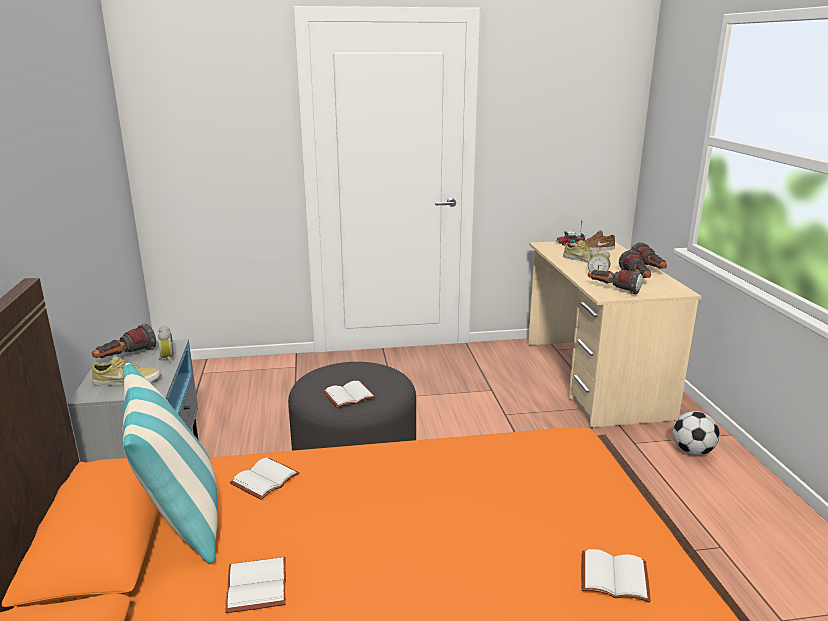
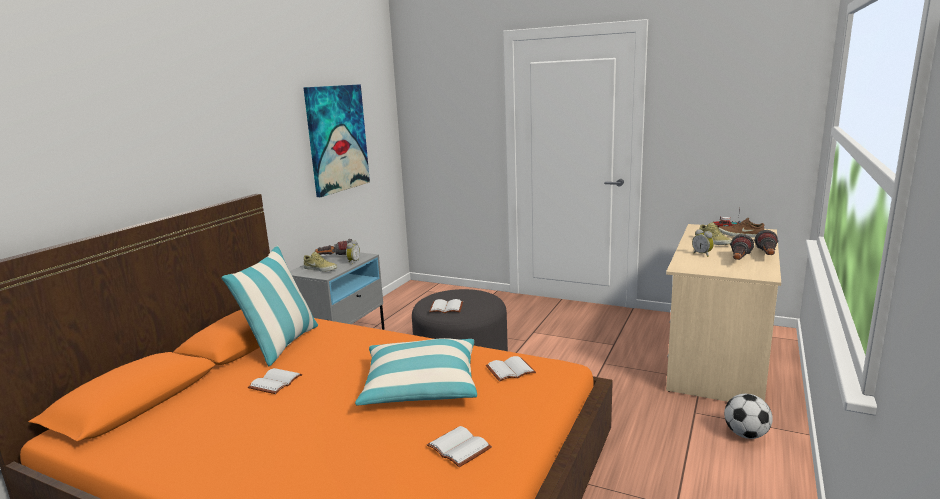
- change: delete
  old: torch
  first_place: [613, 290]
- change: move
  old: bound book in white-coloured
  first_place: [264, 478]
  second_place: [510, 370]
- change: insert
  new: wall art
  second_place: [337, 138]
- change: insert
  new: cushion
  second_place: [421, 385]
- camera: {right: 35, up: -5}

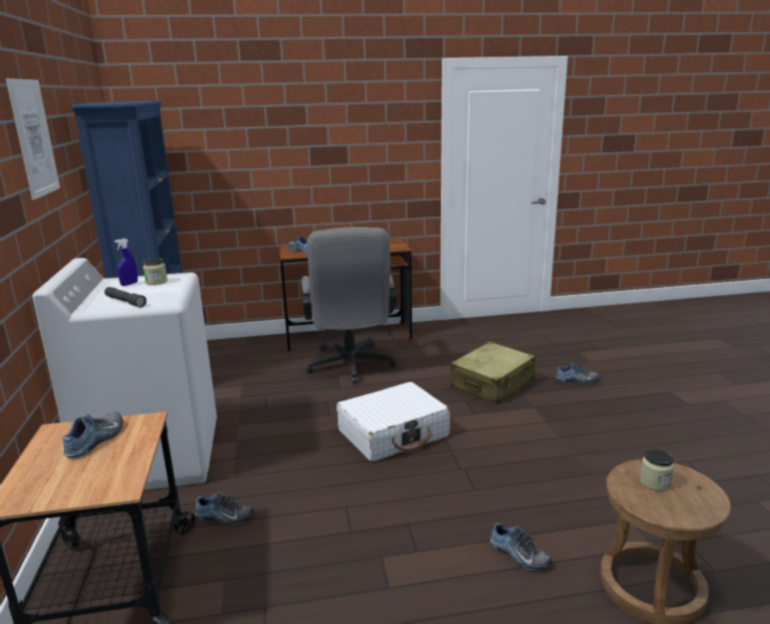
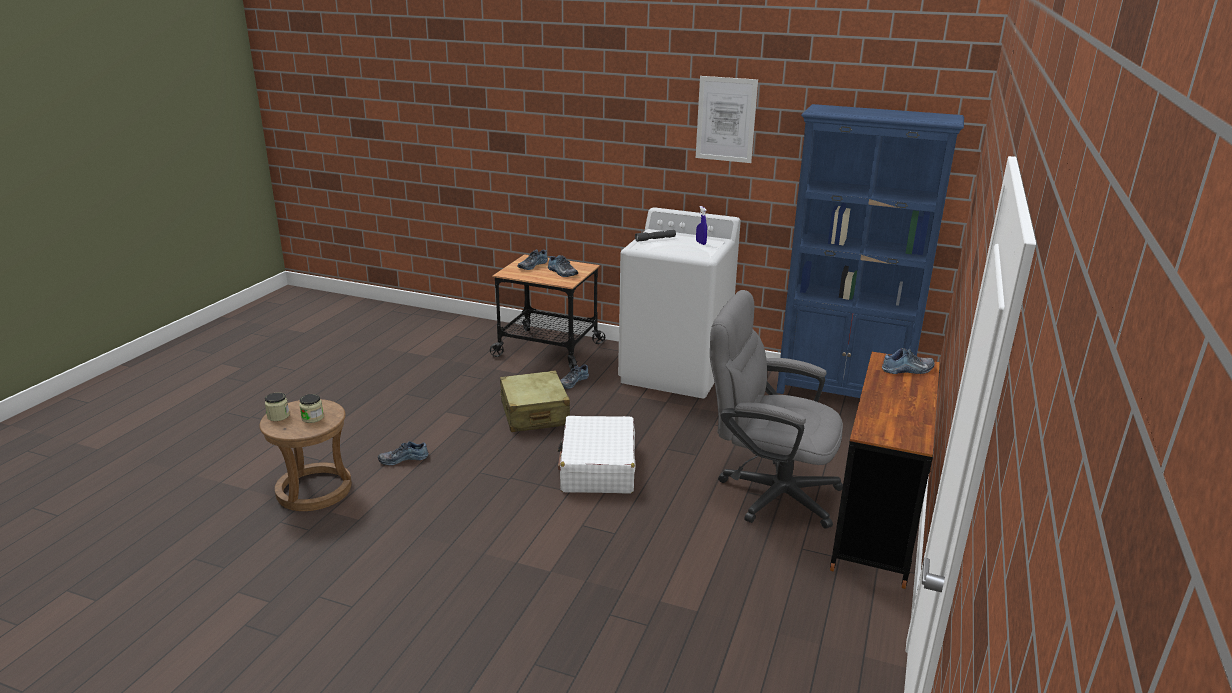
- change: move
  old: preserve jar
  first_place: [156, 282]
  second_place: [278, 416]
- change: move
  old: piece of luggage in sand-coloured
  first_place: [492, 384]
  second_place: [534, 414]
- change: move
  old: low shoe
  first_place: [577, 380]
  second_place: [532, 265]
- camera: {right: 120, up: 5}

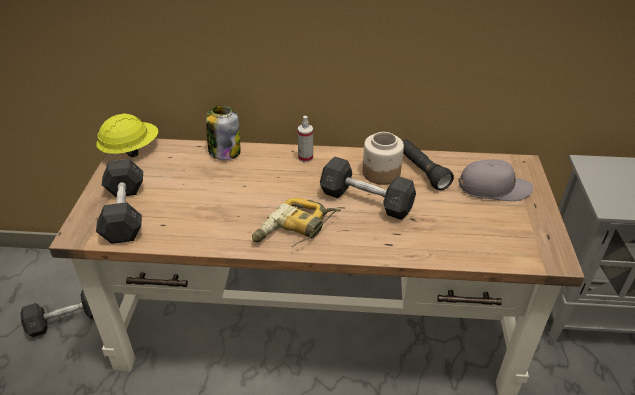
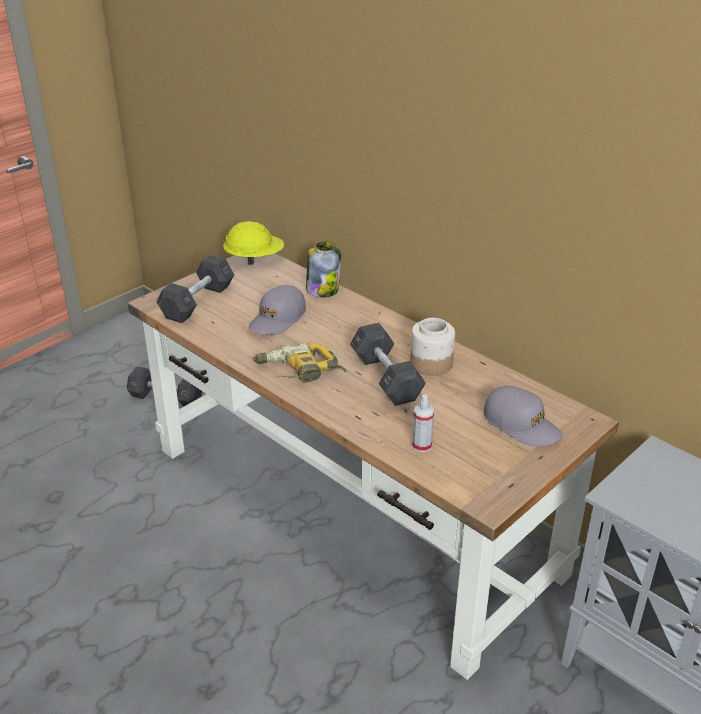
- change: move
  old: sprayer
  first_place: [305, 158]
  second_place: [422, 446]
- change: delete
  old: torch in black
  first_place: [422, 171]
- change: insert
  new: cap in greyish
  second_place: [278, 319]
- camera: {right: 40, up: -5}

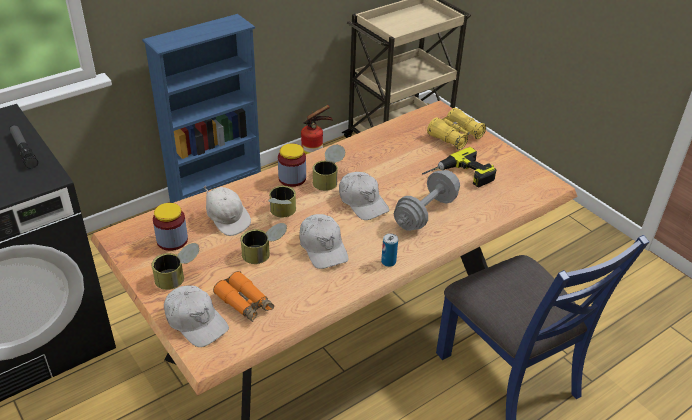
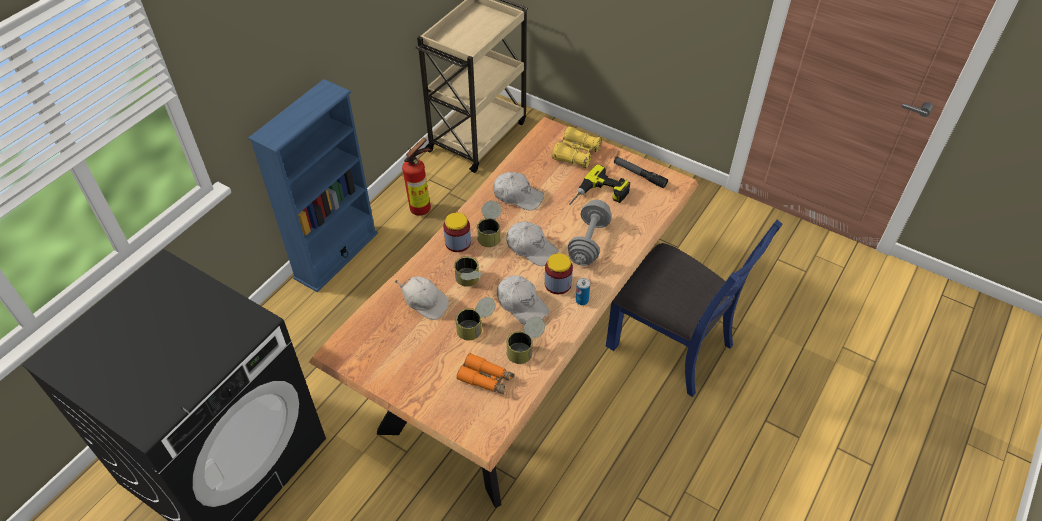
- change: move
  old: torch
  first_place: [23, 150]
  second_place: [639, 175]
- change: move
  old: preserve jar
  first_place: [172, 240]
  second_place: [558, 284]
- change: move
  old: sealed can
  first_place: [178, 277]
  second_place: [525, 348]
- change: move
  old: cap in white-coloured
  first_place: [196, 321]
  second_place: [518, 196]
- camera: {right: -20, up: 10}

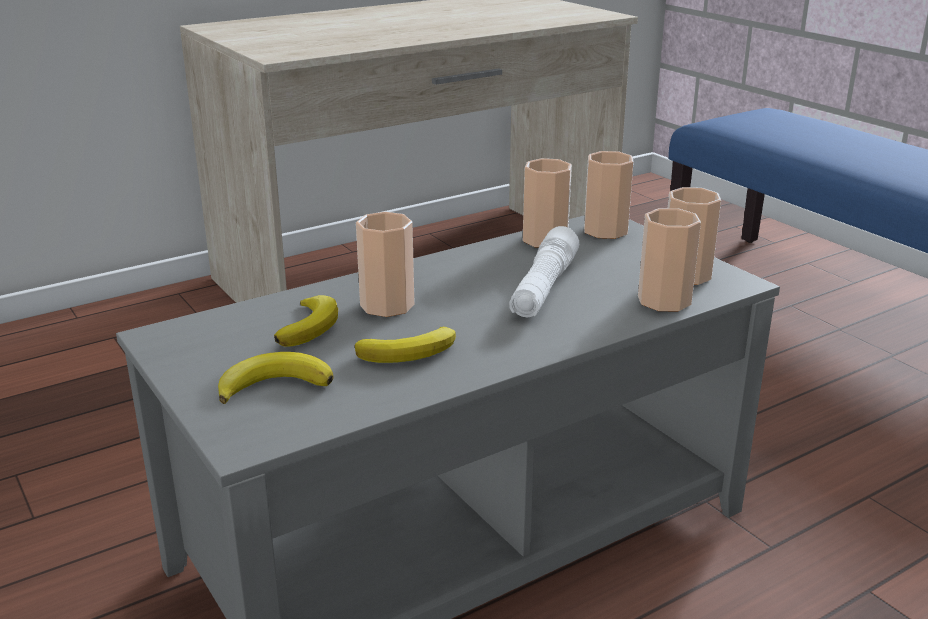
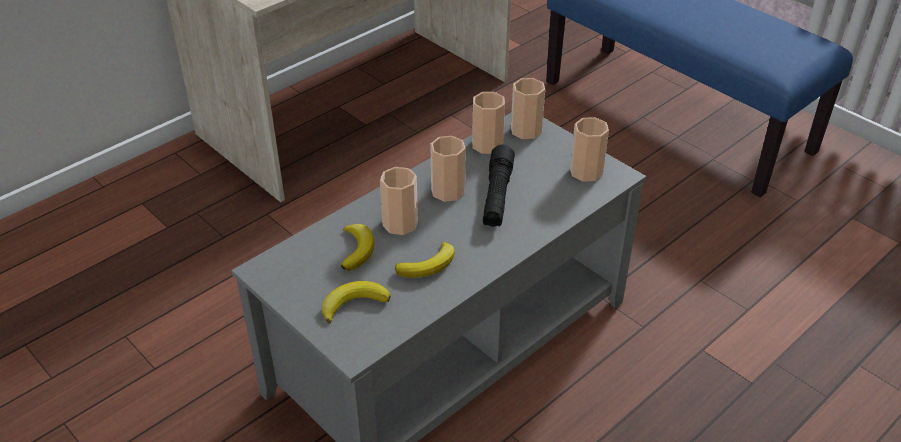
- change: move
  old: cup
  first_place: [664, 300]
  second_place: [448, 191]
- change: recolor
  old: torch in white-coloured
  new: torch in black
  first_place: [543, 288]
  second_place: [497, 195]
- camera: {right: -10, up: 15}

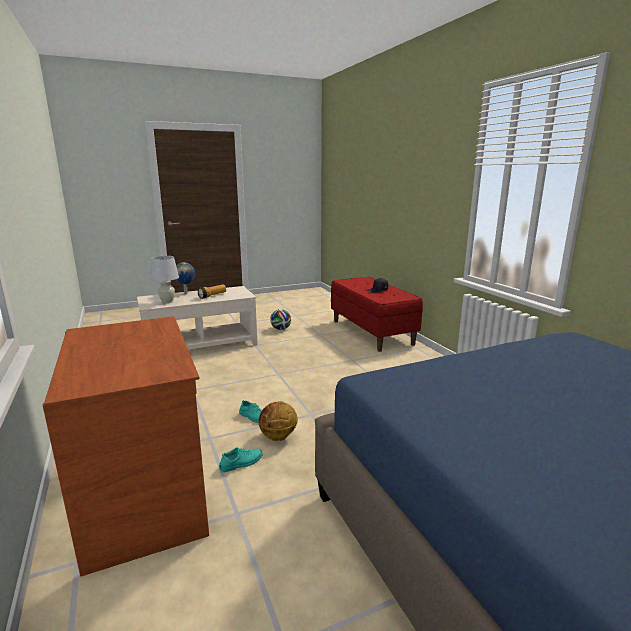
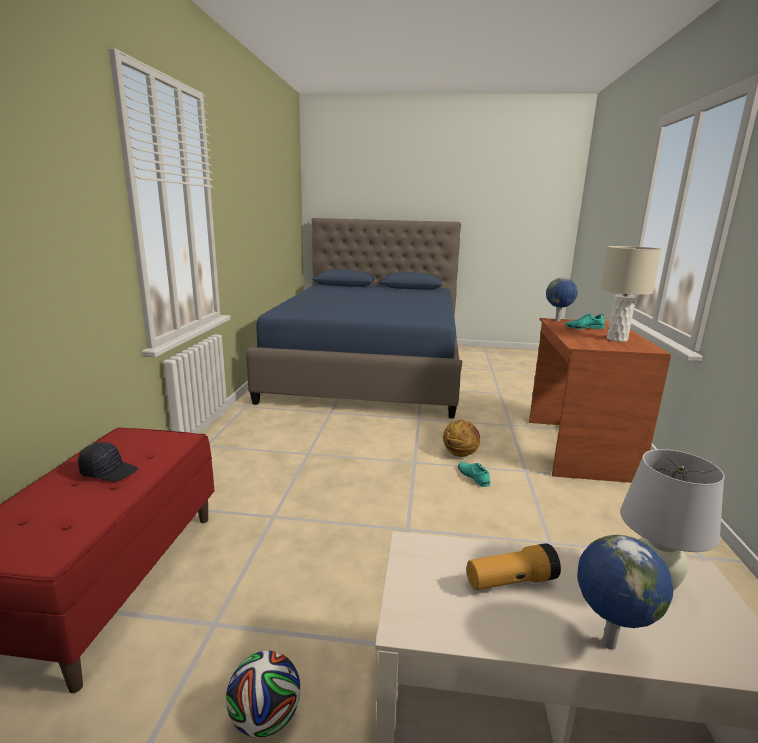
- change: move
  old: low shoe in turquoise-coloured
  first_place: [241, 463]
  second_place: [584, 328]
- change: insert
  new: lamp for a table in sand-coloured
  second_place: [617, 339]
- change: insert
  new: globe
  second_place: [558, 321]
- camera: {right: -150, up: 0}

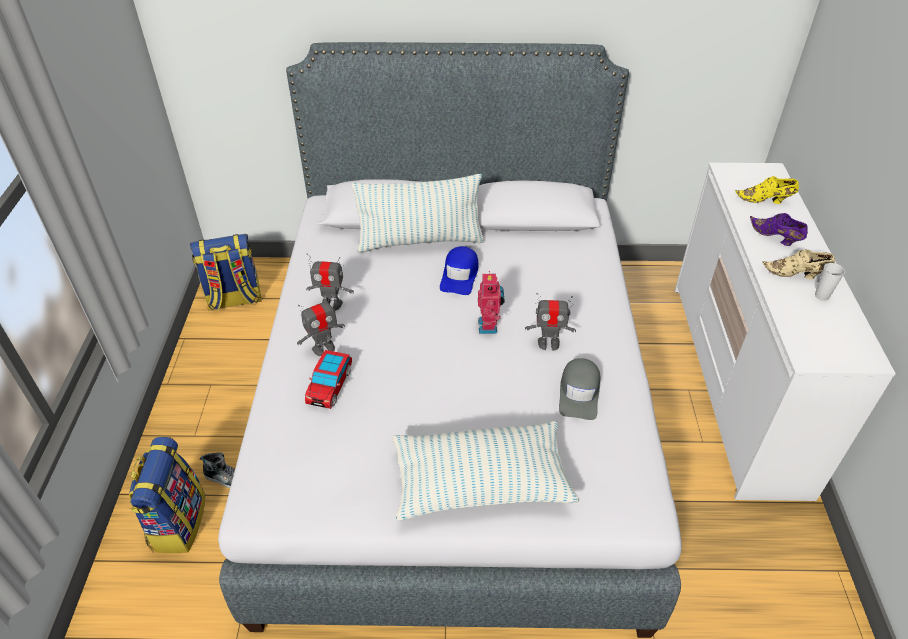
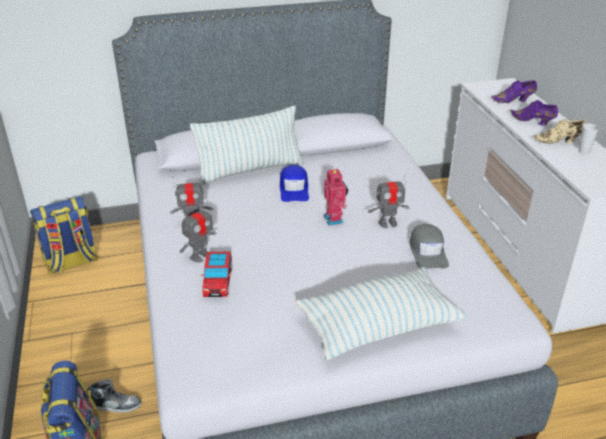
- change: recolor
  old: low shoe in yellow
  new: low shoe in purplish
  first_place: [765, 200]
  second_place: [514, 101]
- camera: {right: -15, up: -10}

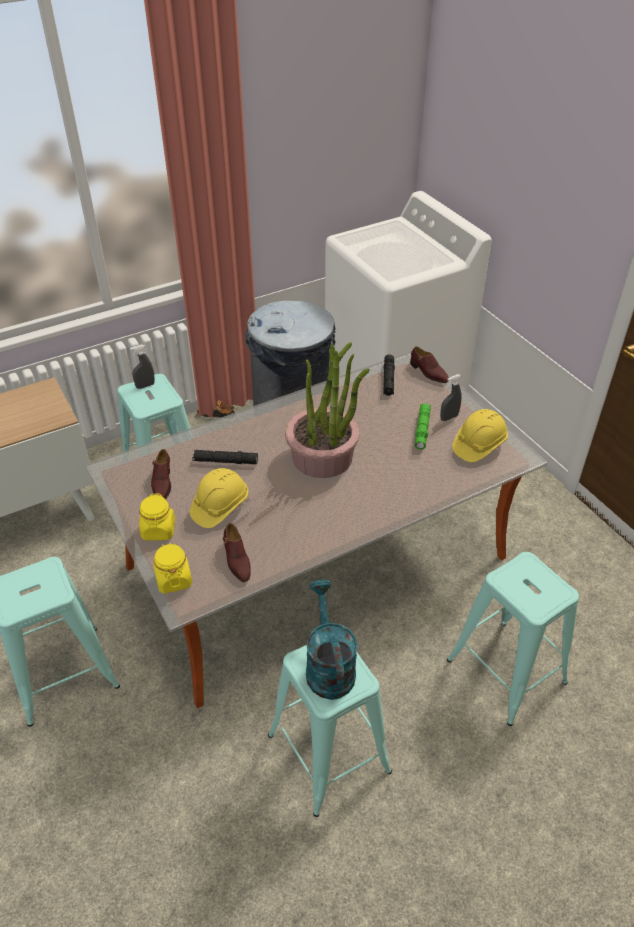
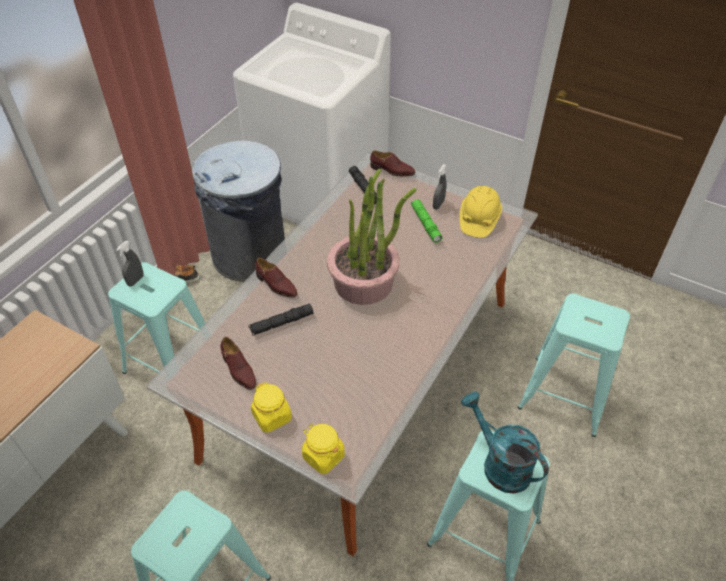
- change: delete
  old: work helmet in yellow
  first_place: [219, 506]
- change: move
  old: low shoe in brown
  first_place: [236, 560]
  second_place: [276, 285]
- camera: {right: -30, up: 5}

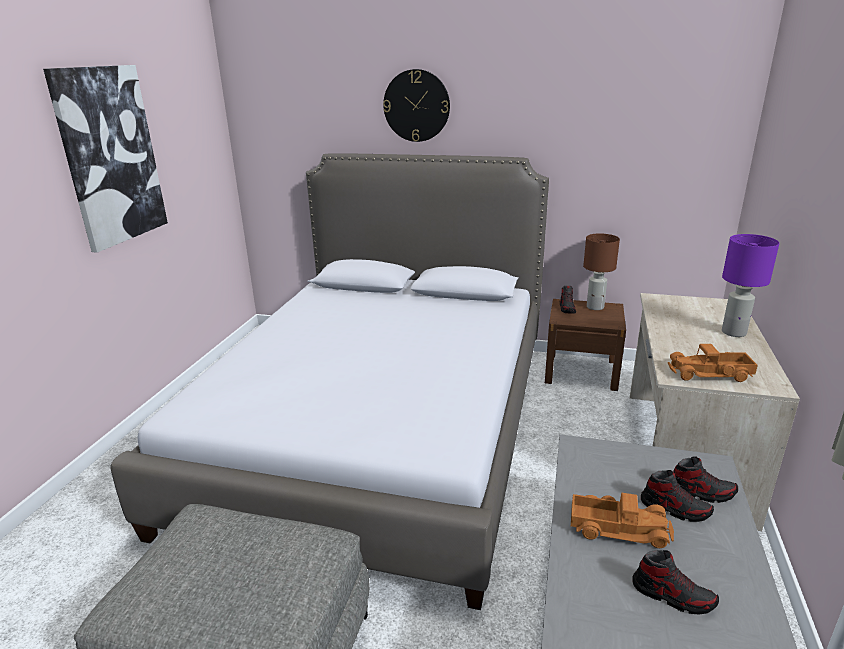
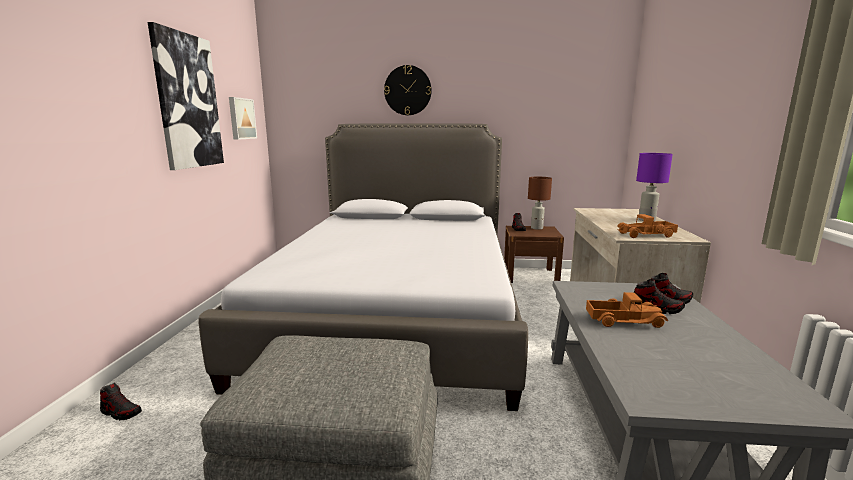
- change: move
  old: low shoe
  first_place: [672, 595]
  second_place: [121, 412]
- change: insert
  new: wall art
  second_place: [241, 118]
- camera: {right: -10, up: -10}

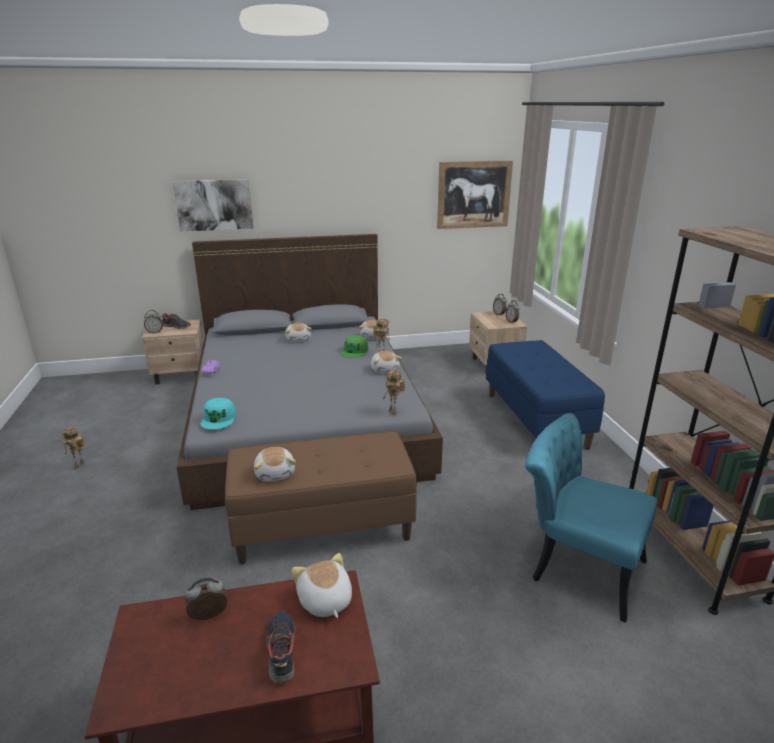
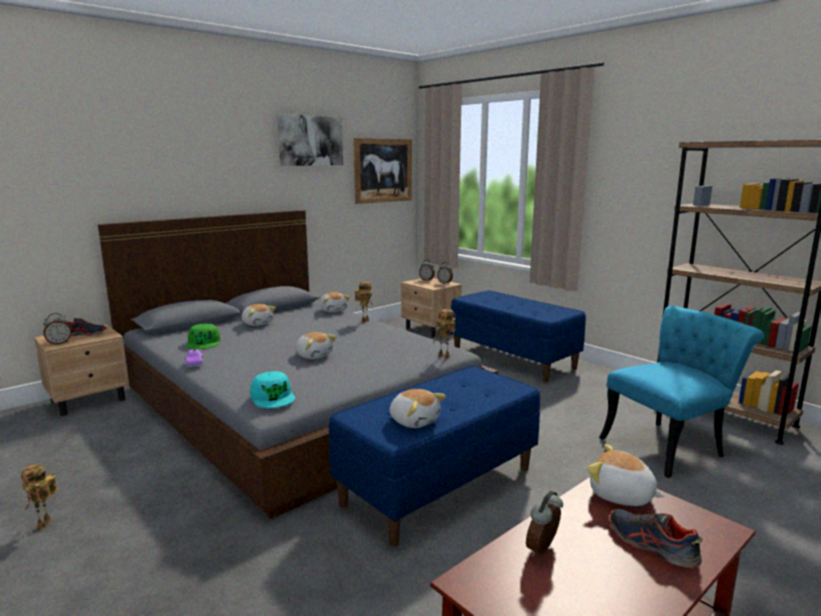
- change: move
  old: wall art
  first_place: [214, 205]
  second_place: [310, 140]
- change: move
  old: cap in green
  first_place: [355, 351]
  second_place: [204, 342]
- change: move
  old: cuddly toy
  first_place: [385, 369]
  second_place: [314, 355]
- change: rotate
  old: plain chair in turquoise-coloured
  first_place: [576, 566]
  second_place: [669, 445]
  degrees: 150
- change: recolor
  old: indoor bench in brown
  new: indoor bench in blue-coloured
  first_place: [323, 527]
  second_place: [438, 485]
- camera: {right: -30, up: -10}

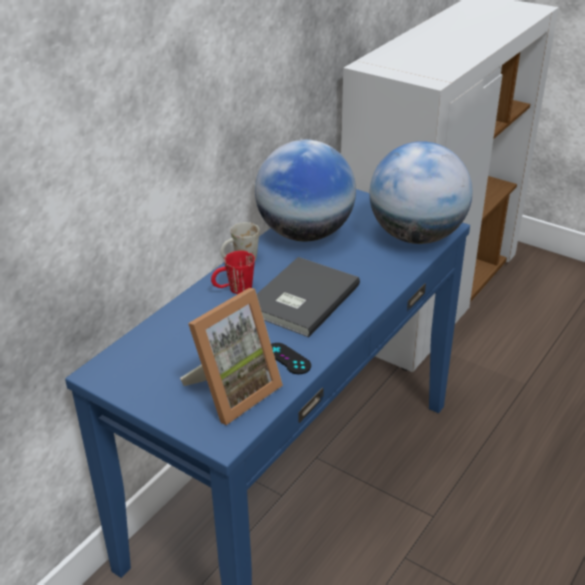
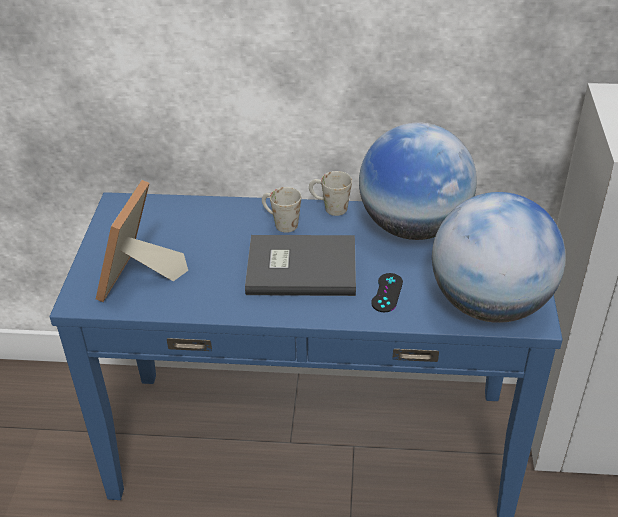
- change: recolor
  old: tea mug in red-coloured
  new: tea mug in white-coloured
  first_place: [234, 290]
  second_place: [280, 223]
- change: rotate
  old: picture frame
  first_place: [232, 391]
  second_place: [139, 281]
  degrees: 90
- change: move
  old: game controller in black
  first_place: [287, 359]
  second_place: [387, 293]
- camera: {right: 60, up: 5}

